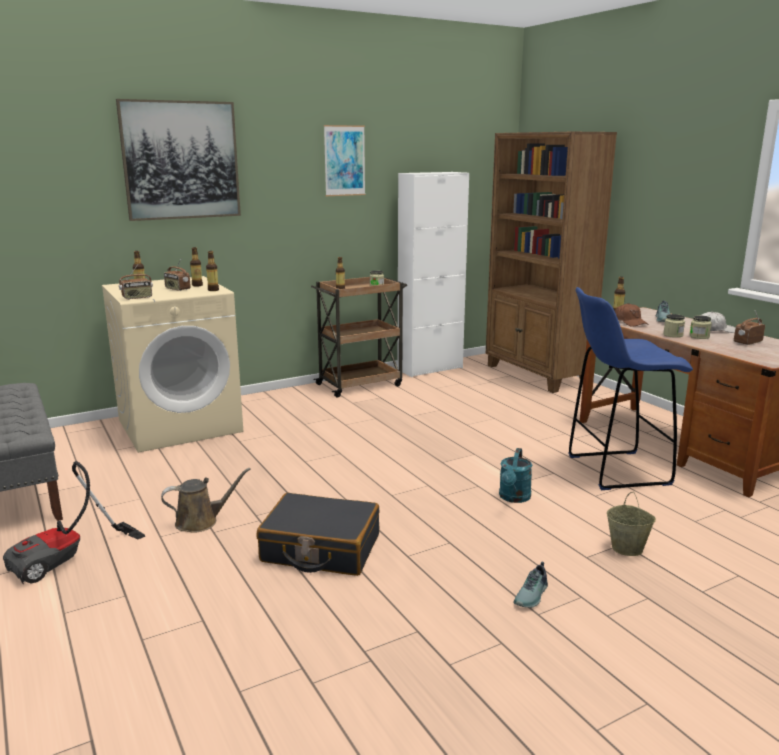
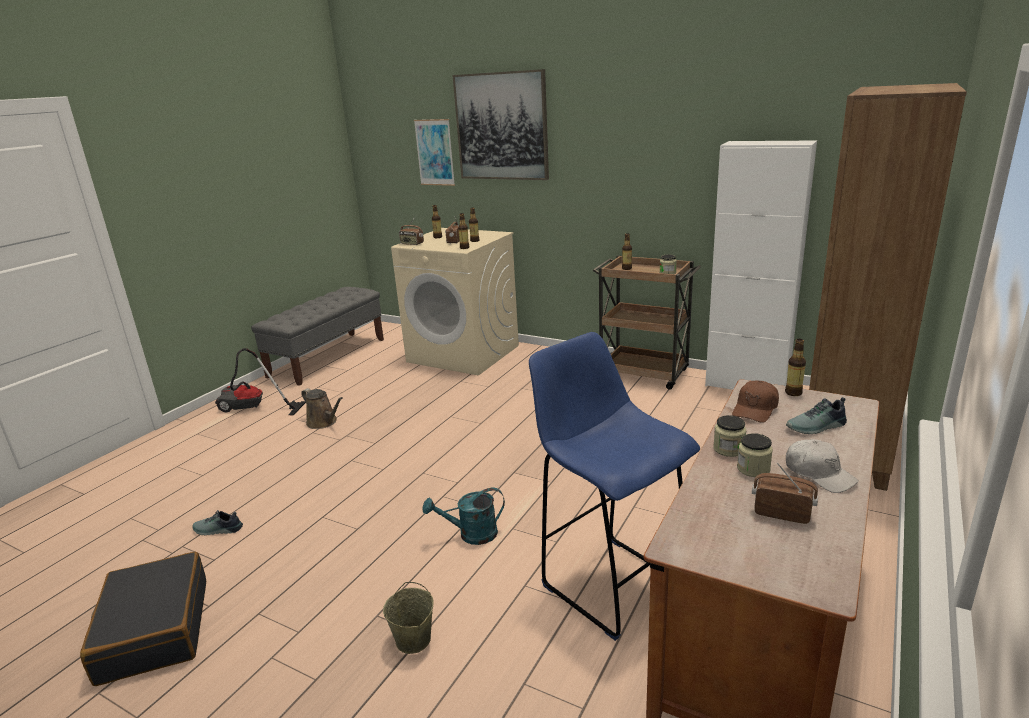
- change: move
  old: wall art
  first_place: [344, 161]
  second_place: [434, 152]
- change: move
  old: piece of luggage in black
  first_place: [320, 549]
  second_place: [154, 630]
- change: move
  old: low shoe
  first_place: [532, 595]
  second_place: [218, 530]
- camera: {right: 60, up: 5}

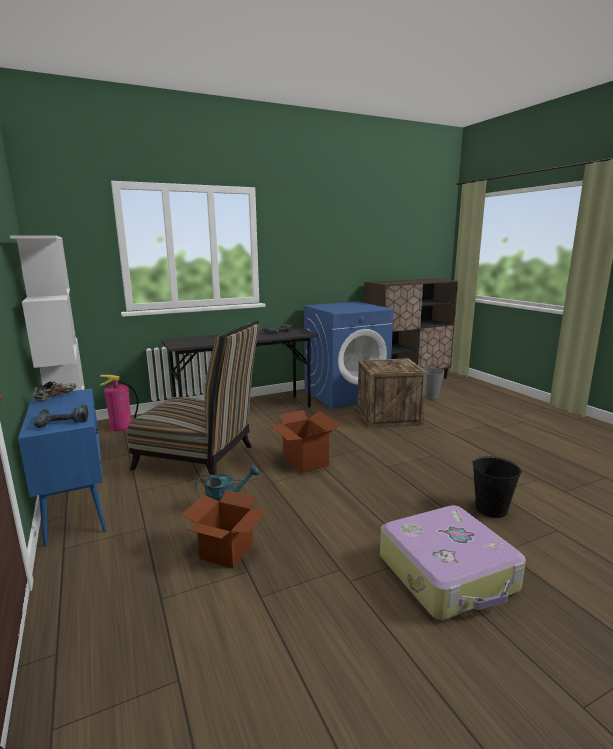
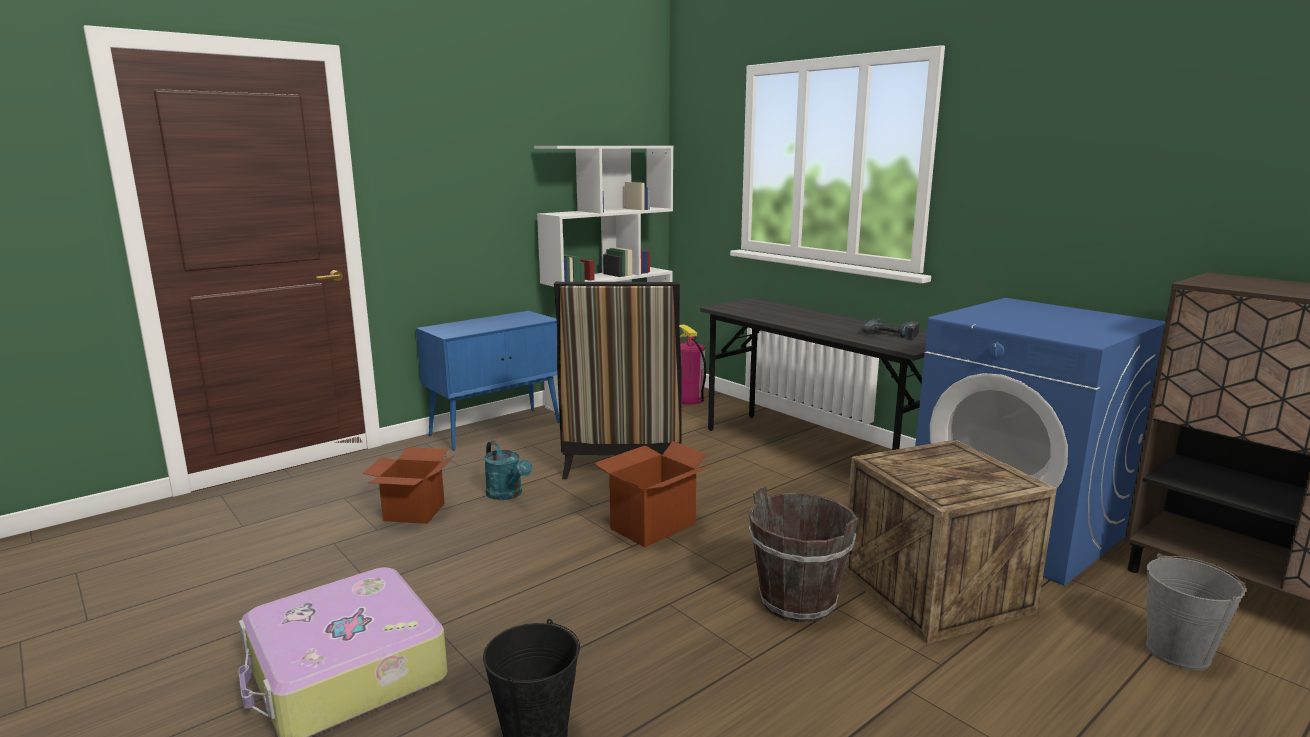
- change: delete
  old: low shoe
  first_place: [56, 396]
- change: delete
  old: drill
  first_place: [63, 420]
- change: insert
  new: pail in brown
  second_place: [797, 601]
- camera: {right: 75, up: 0}

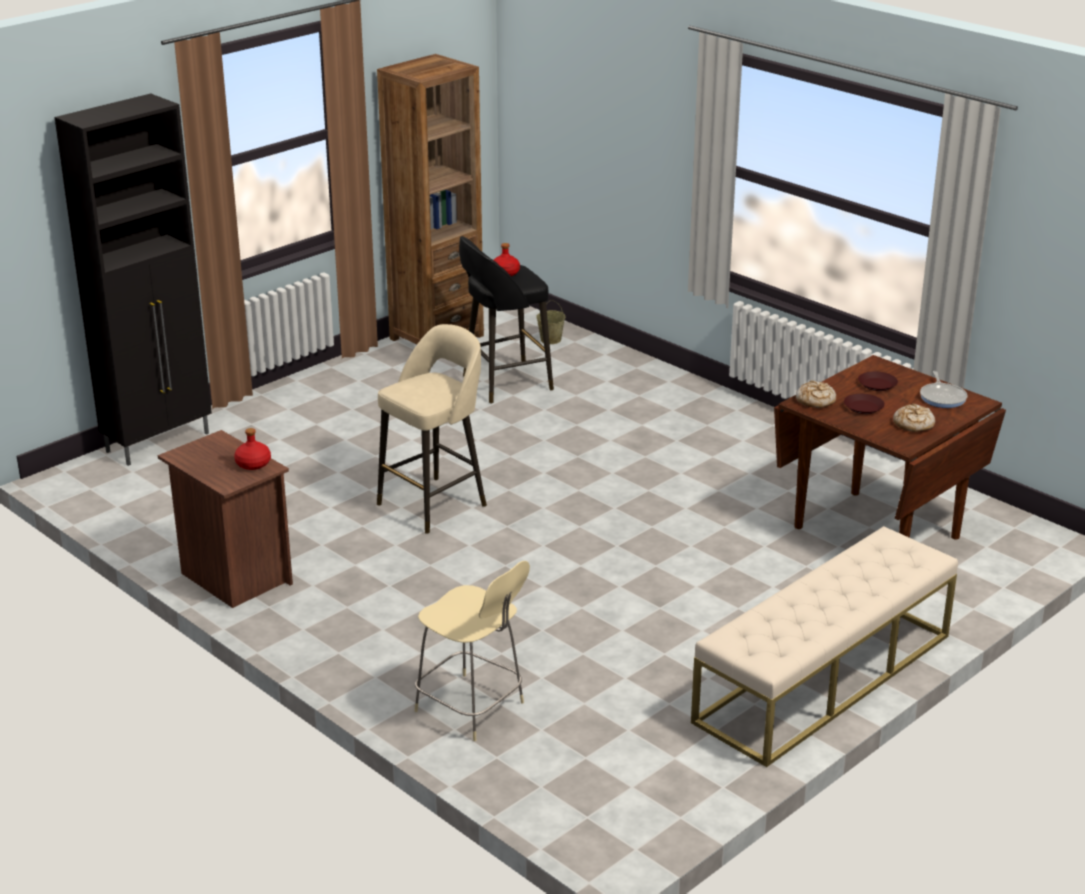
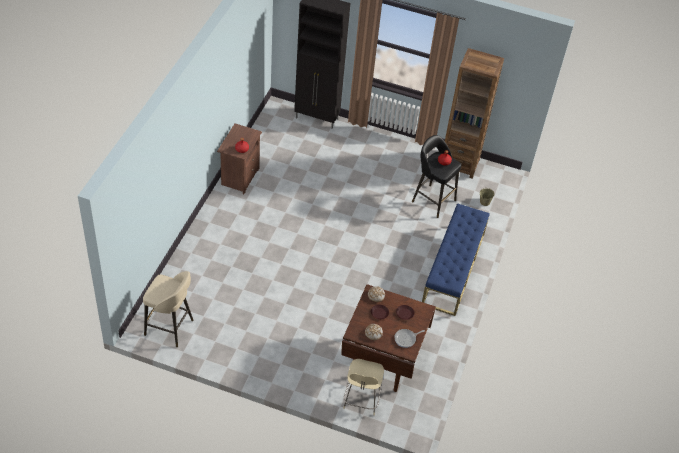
- change: move
  old: sitting stool in sand-coloured
  first_place: [435, 504]
  second_place: [170, 328]
- change: delete
  old: indoor bench in sand-coloured
  first_place: [824, 678]
- change: move
  old: plain chair in sand-coloured
  first_place: [472, 708]
  second_place: [361, 400]
- change: insert
  new: indoor bench in blue-coloured
  second_place: [453, 269]
- camera: {right: 60, up: 20}

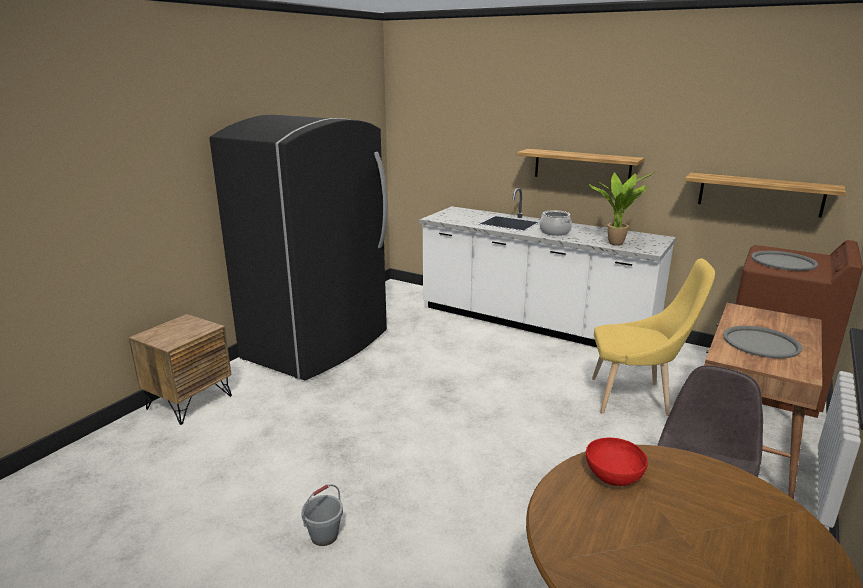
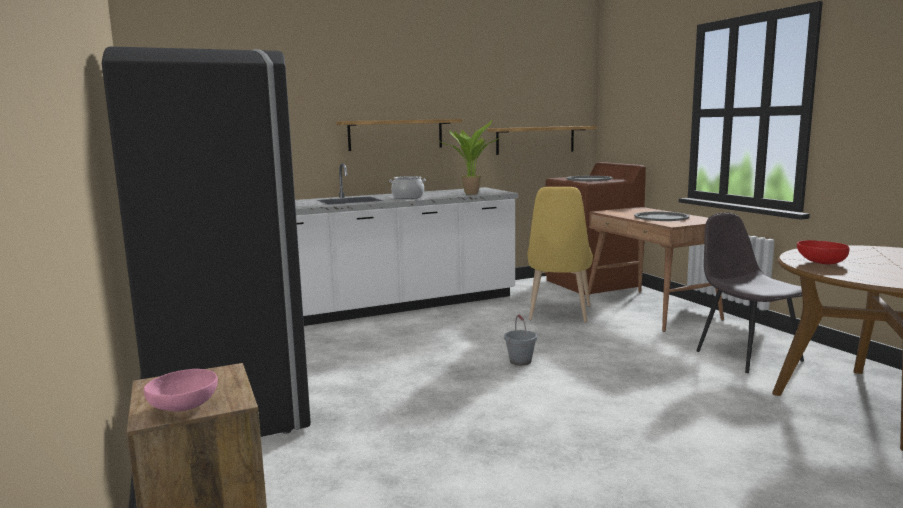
- change: rotate
  old: plain chair in yellow
  first_place: [635, 398]
  second_place: [558, 314]
  degrees: 150
- change: move
  old: pail in greyish
  first_place: [324, 536]
  second_place: [520, 361]
- change: insert
  new: bowl in pink-coloured
  second_place: [184, 408]
- camera: {right: -55, up: -10}

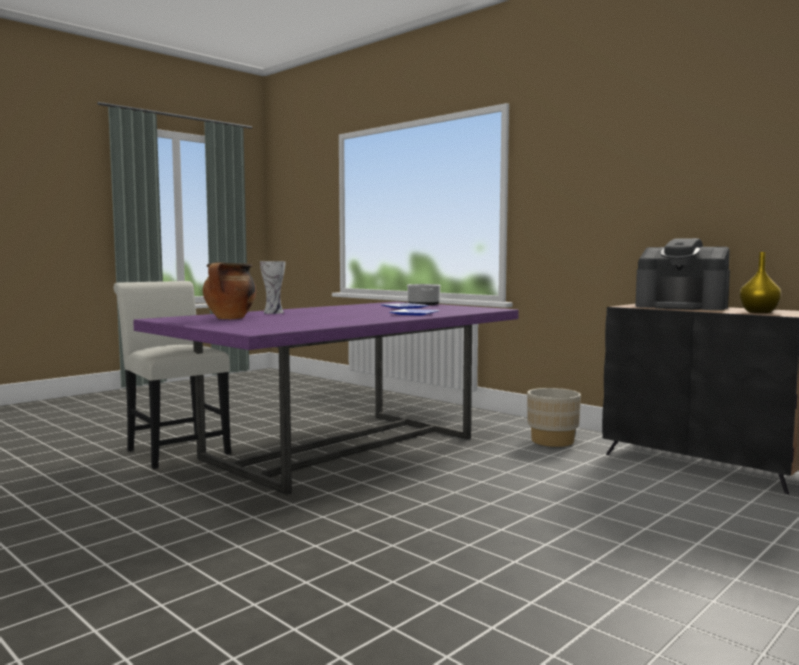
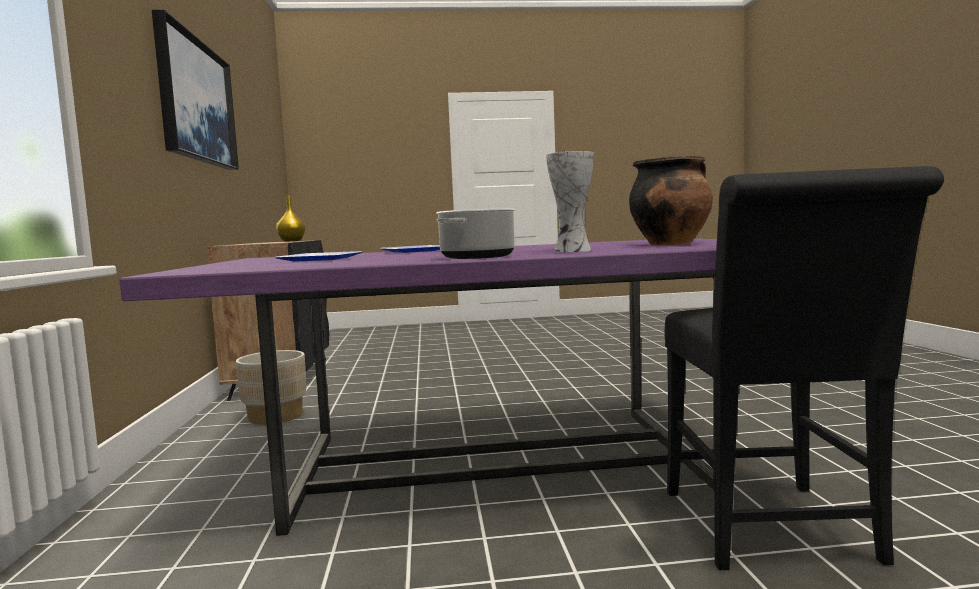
- change: delete
  old: coffee machine
  first_place: [682, 307]
- change: recolor
  old: plain chair in white-coloured
  new: plain chair in black
  first_place: [175, 450]
  second_place: [773, 533]
- change: move
  old: stockpot
  first_place: [424, 304]
  second_place: [477, 257]
- change: insert
  new: wall art
  second_place: [196, 102]
- camera: {right: -140, up: 0}

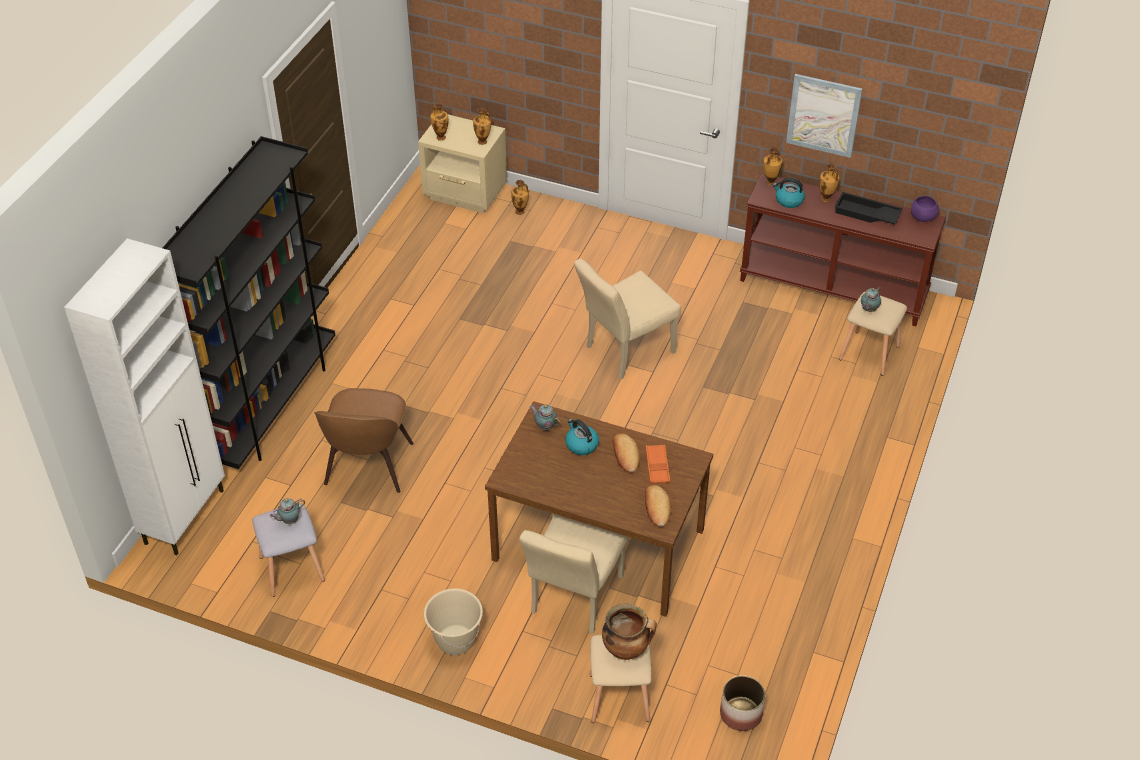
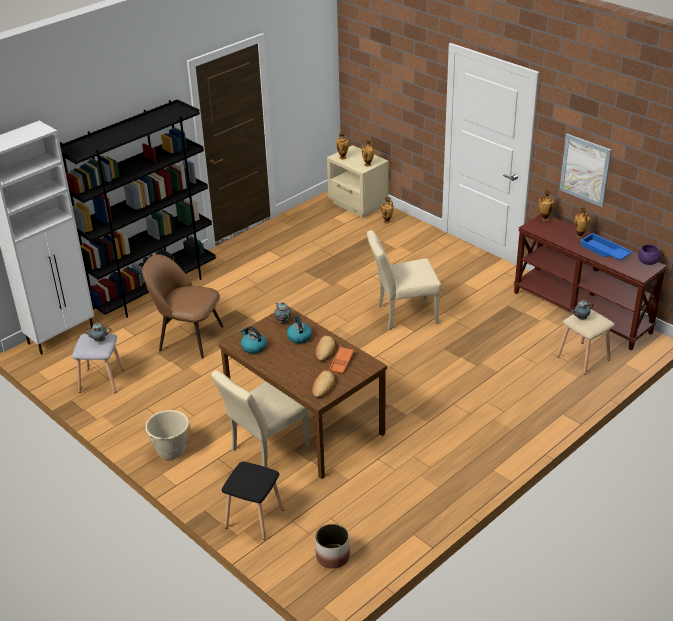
- change: move
  old: water kettle
  first_place: [788, 200]
  second_place: [253, 347]
- change: recolor
  old: tray in black
  new: tray in blue-coloured
  first_place: [866, 214]
  second_place: [604, 251]
- change: rotate
  old: plain chair in brown
  first_place: [368, 467]
  second_place: [188, 337]
  degrees: 75
- change: delete
  old: stockpot
  first_place: [627, 649]
- change: recolor
  old: sitting stool in sand-coloured
  new: sitting stool in black
  first_place: [618, 698]
  second_place: [253, 518]
- camera: {right: 25, up: -10}

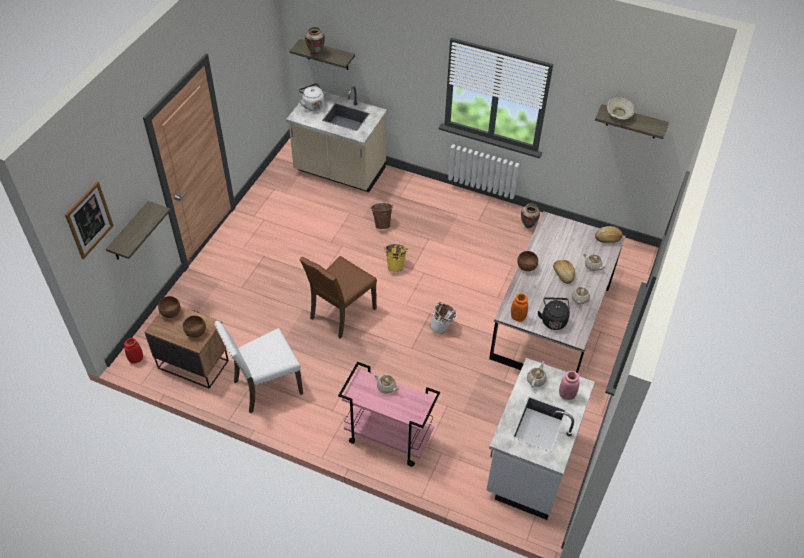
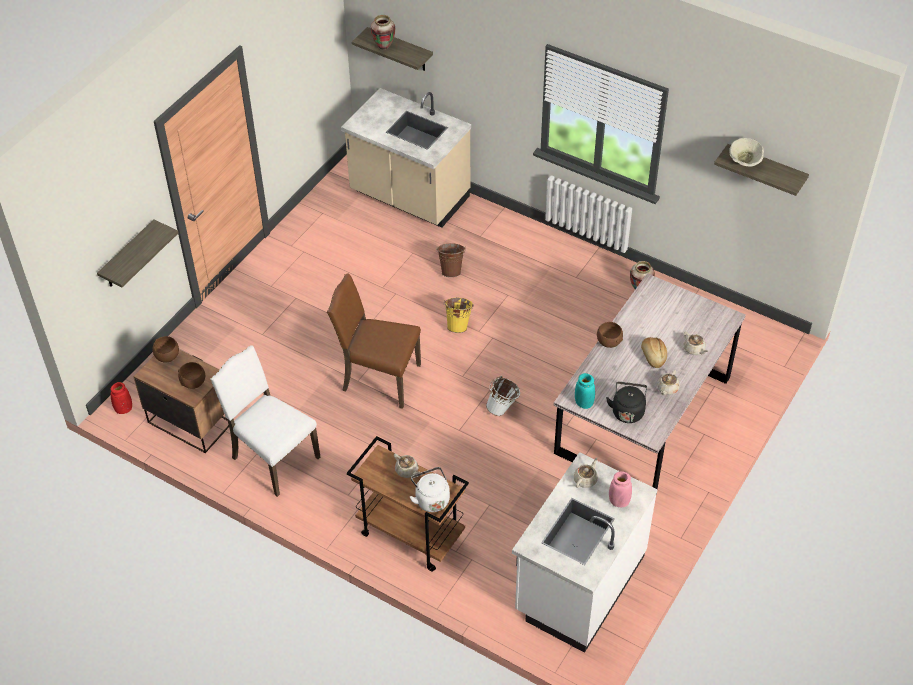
- change: move
  old: water kettle in white-coloured
  first_place: [312, 105]
  second_place: [431, 499]
- change: delete
  old: wall art
  first_place: [89, 220]
- change: delete
  old: baked bread
  first_place: [608, 239]
- change: rotate
  old: plain chair in brown
  first_place: [341, 313]
  second_place: [379, 378]
  degrees: 60
- change: recolor
  old: decorative vase in orangey
  new: decorative vase in turquoise-coloured
  first_place: [517, 317]
  second_place: [583, 403]
- change: rotate
  old: plain chair in white-coloured
  first_place: [265, 386]
  second_place: [273, 458]
  degrees: 60
- change: recolor
  old: cart in pink-coloured
  new: cart in brown
  first_place: [388, 438]
  second_place: [409, 534]
- camera: {right: 10, up: 0}

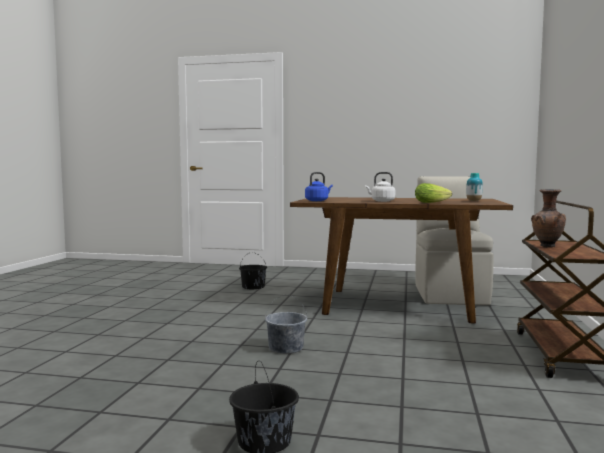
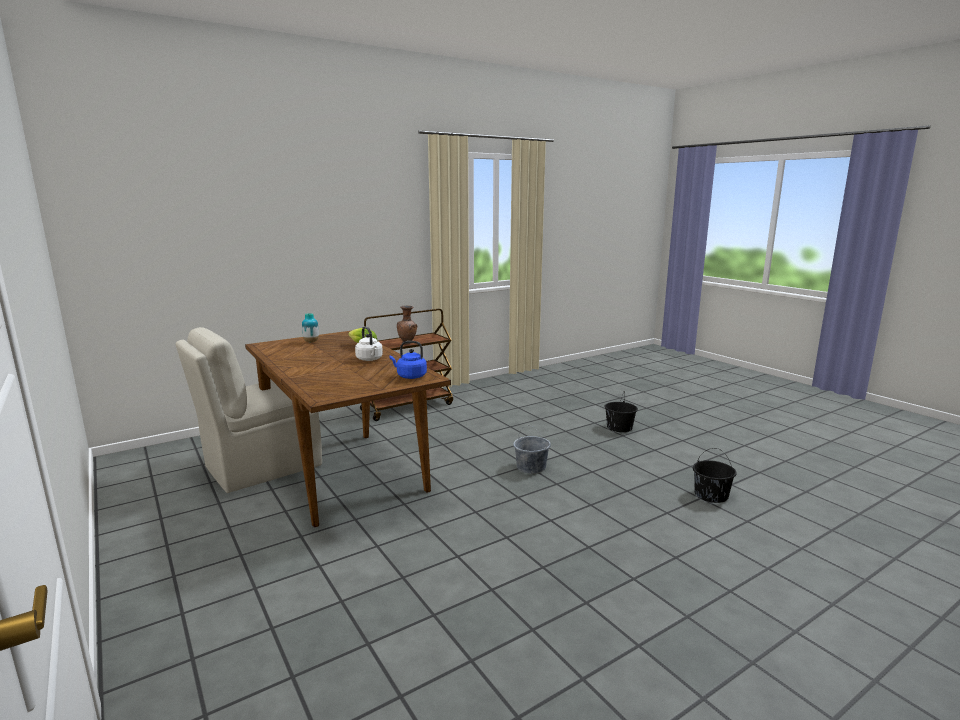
- change: move
  old: pail in black
  first_place: [253, 287]
  second_place: [710, 495]
- camera: {right: -135, up: 10}

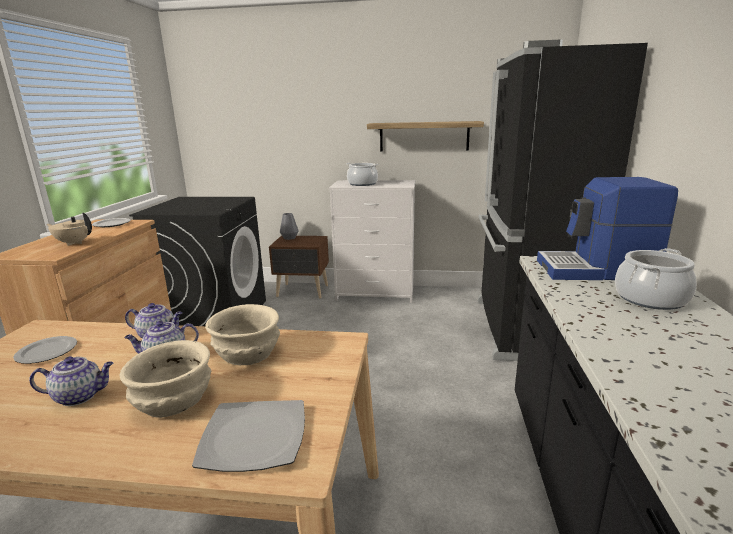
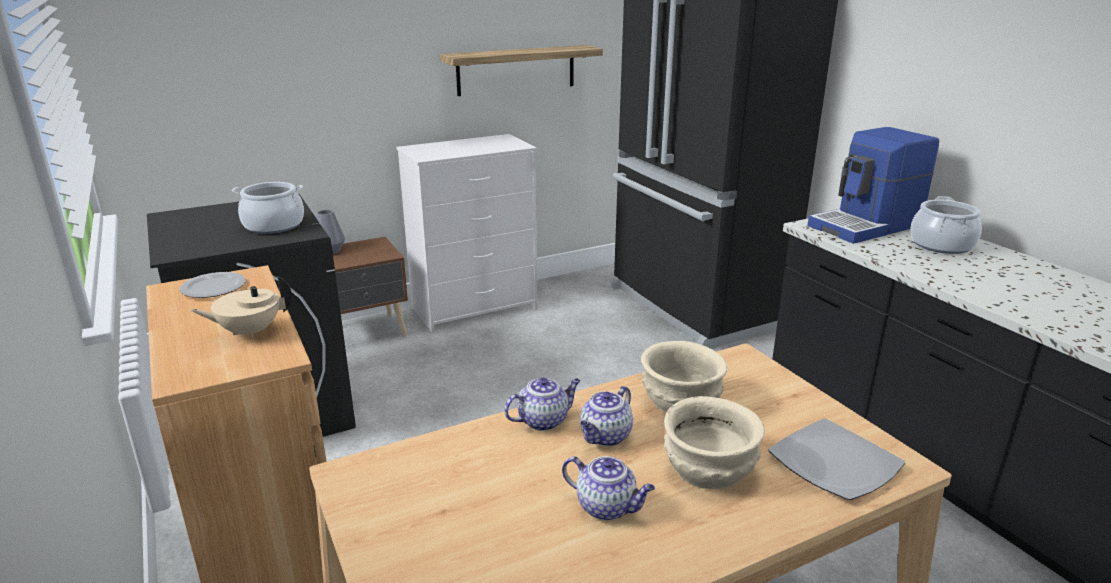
- change: move
  old: stockpot
  first_place: [362, 184]
  second_place: [274, 226]
- change: delete
  old: dinner plate
  first_place: [46, 352]
- change: rotate
  old: pot for tea
  first_place: [80, 396]
  second_place: [607, 507]
  degrees: 75
- camera: {right: -35, up: 5}

